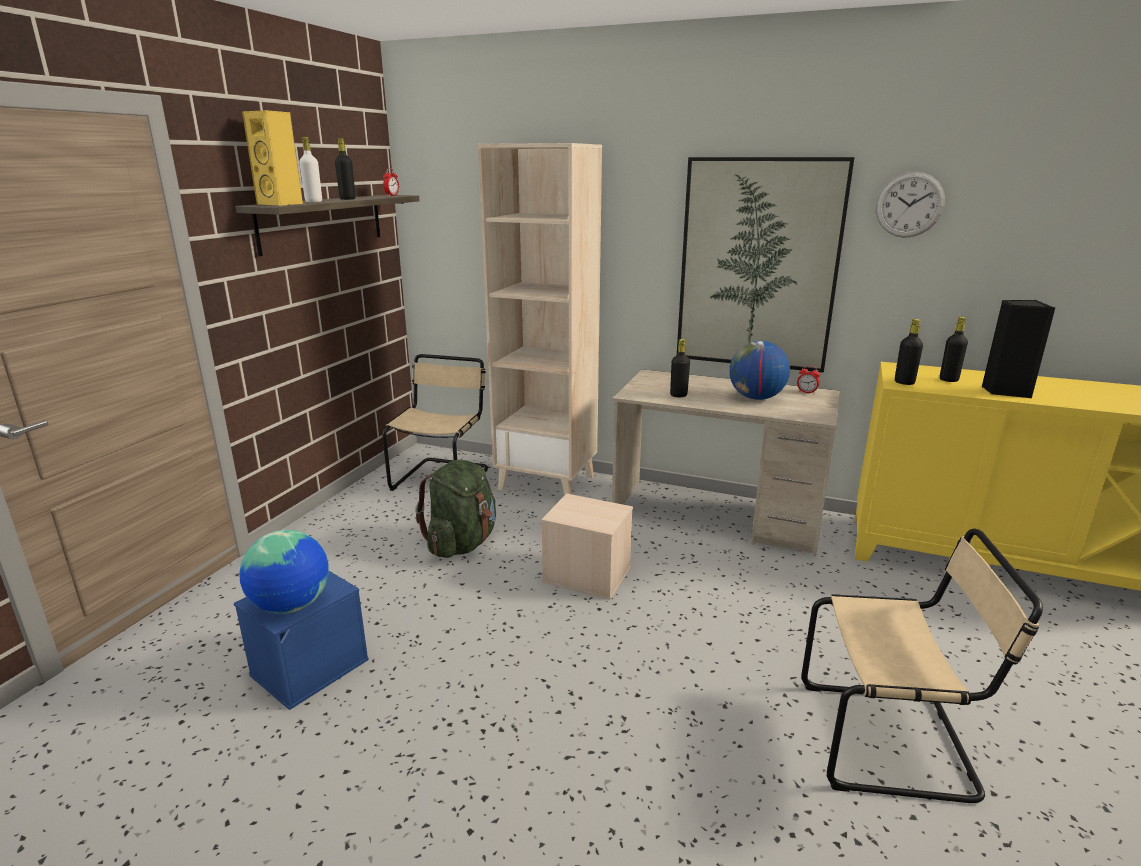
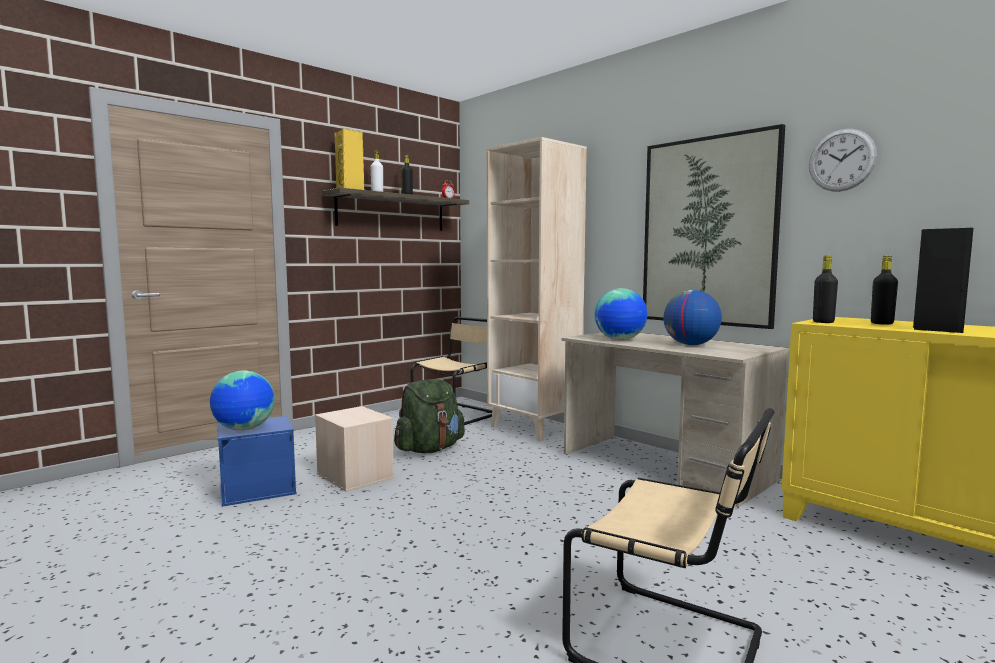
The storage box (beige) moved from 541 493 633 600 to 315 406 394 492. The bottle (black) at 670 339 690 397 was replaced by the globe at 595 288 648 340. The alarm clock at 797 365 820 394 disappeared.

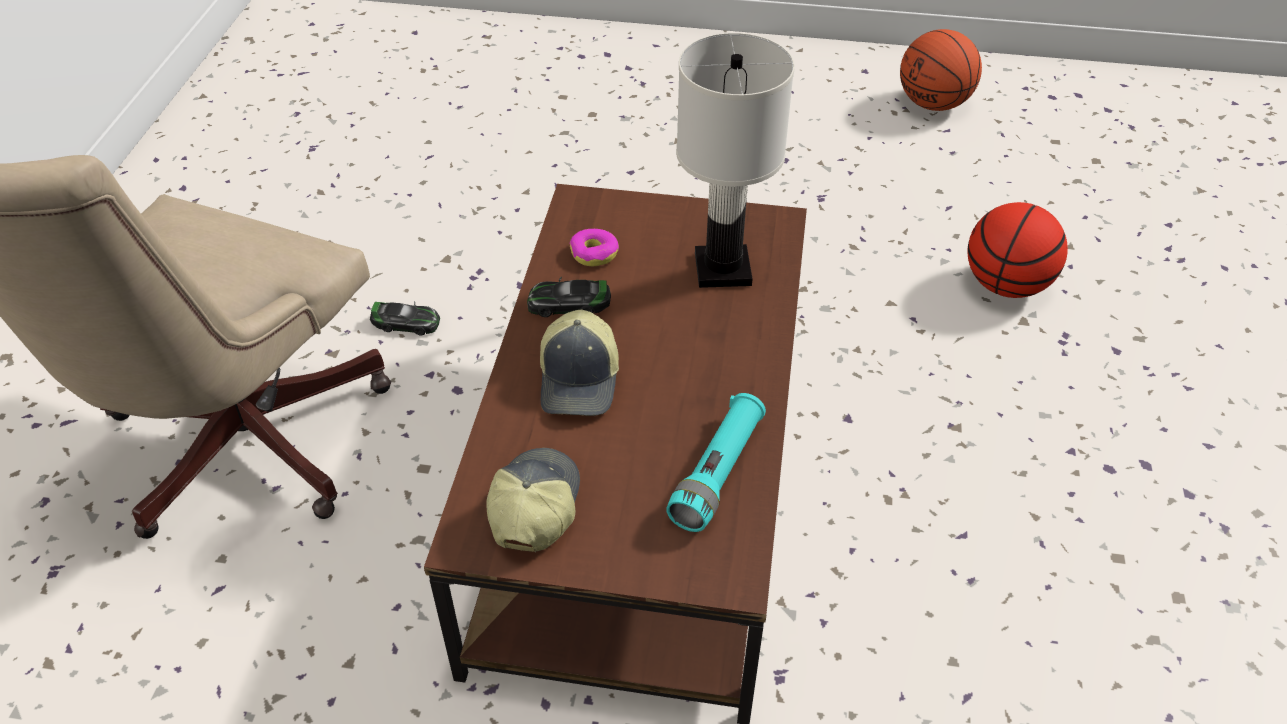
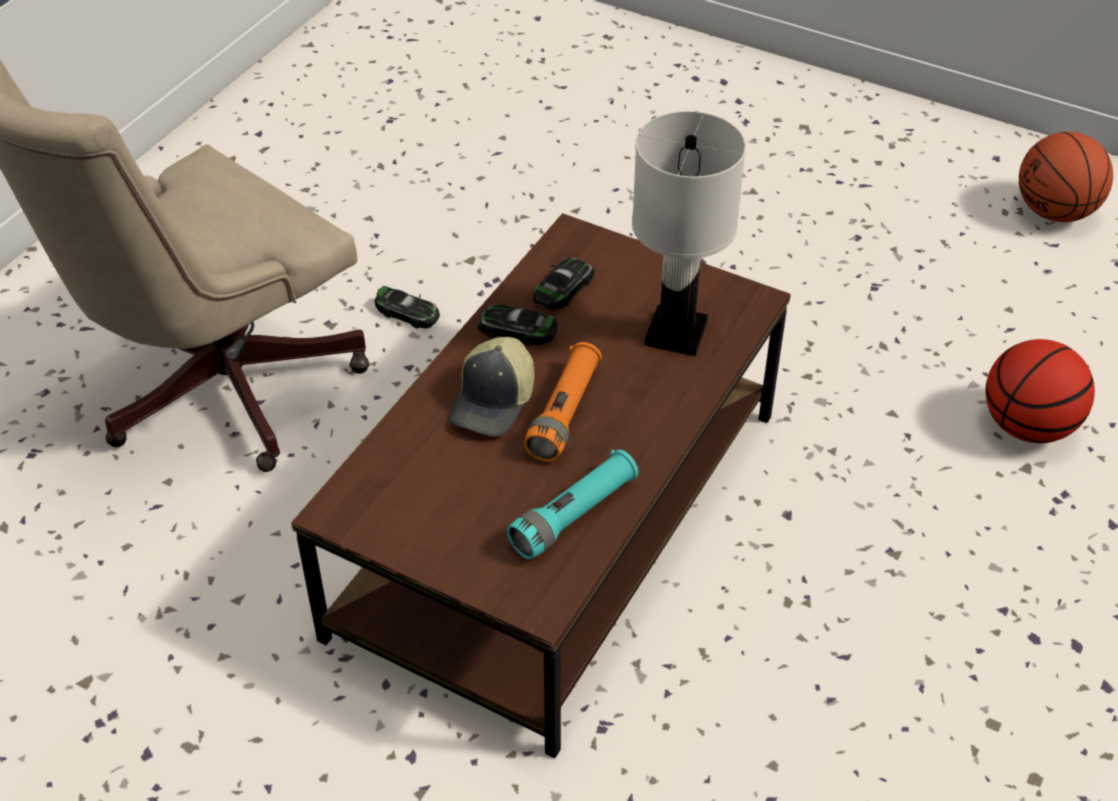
The cap at 487 448 580 552 disappeared. The donut at 570 229 619 266 was replaced by the toy car at 533 258 595 310. The flashlight (orange) at 524 342 602 462 appeared.

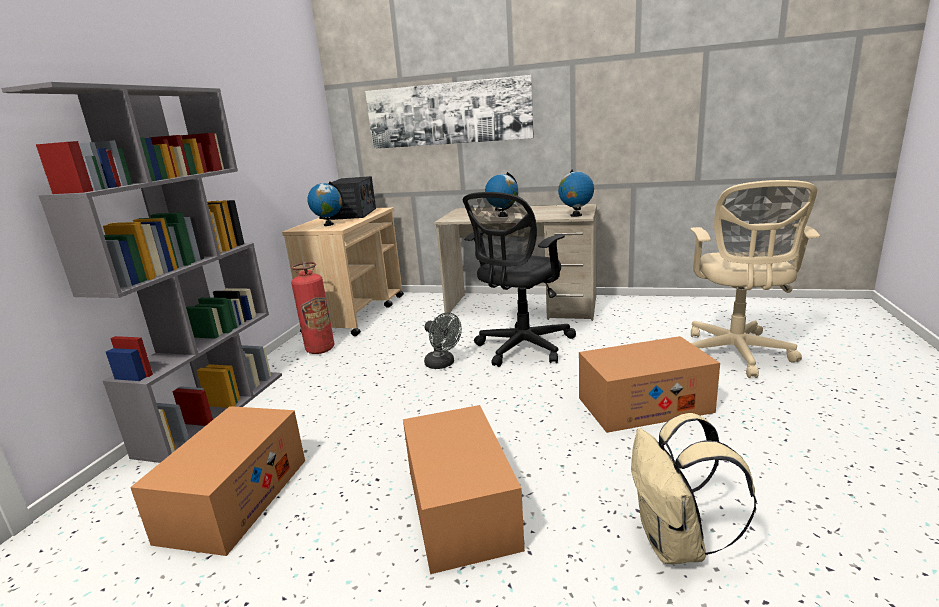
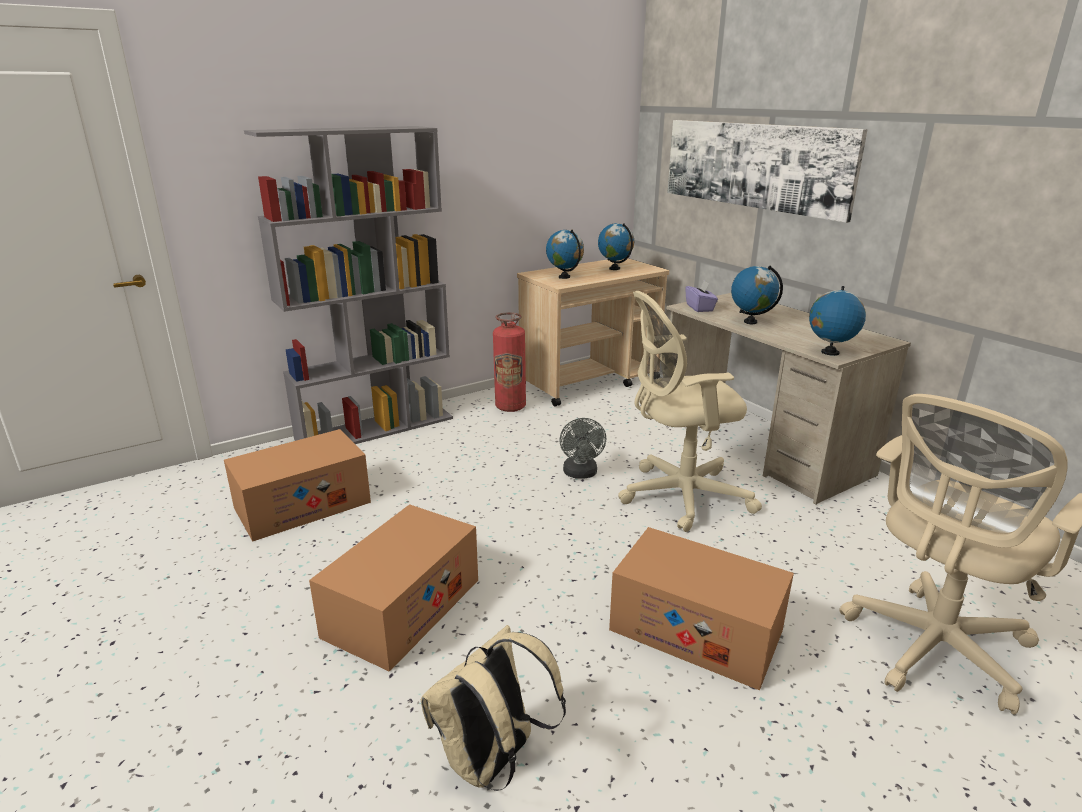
The radio at 328 176 376 220 was replaced by the globe at 598 223 634 270. The office chair (black) at 463 192 576 367 became the office chair (beige) at 618 291 762 532. The tissue box (purple) at 685 281 718 312 appeared.

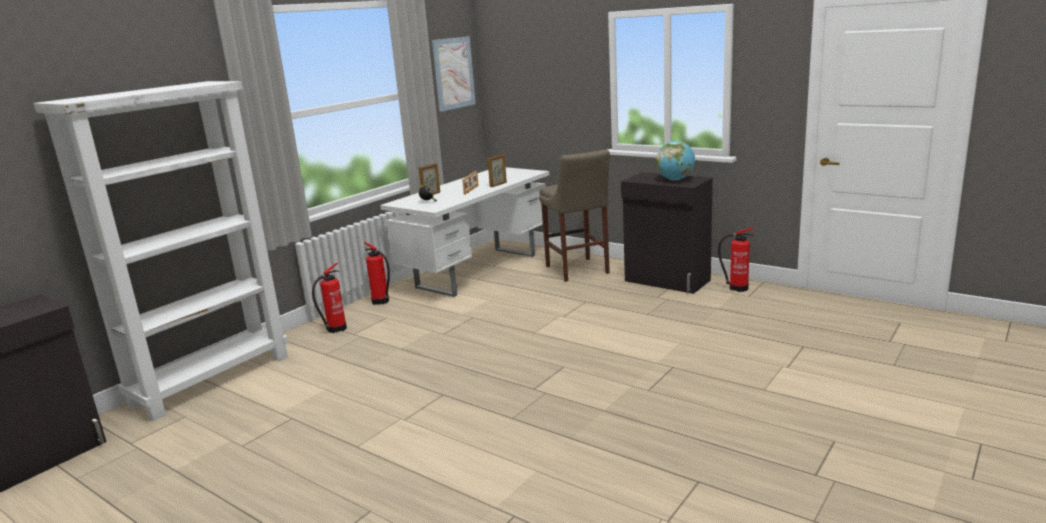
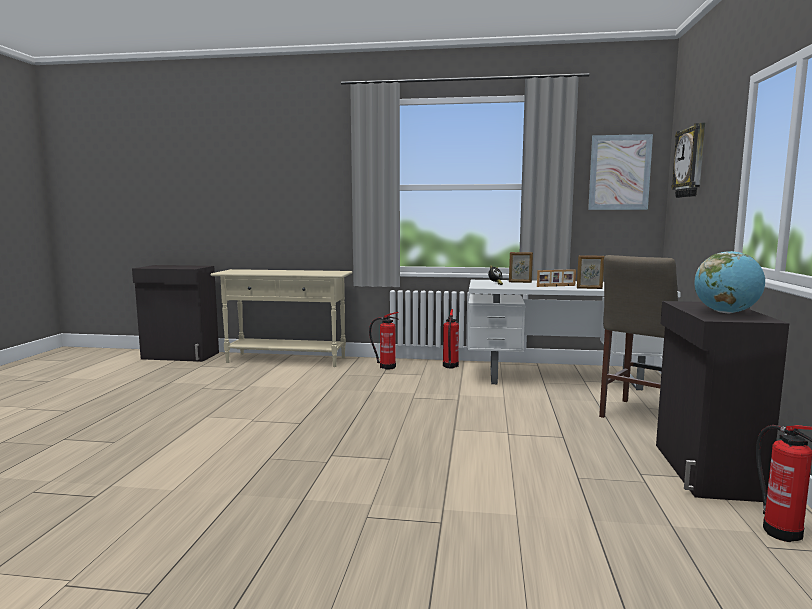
The bookcase (white) at 33 81 289 421 was replaced by the console table (beige) at 210 269 353 367. The wall clock at 671 123 705 198 appeared.

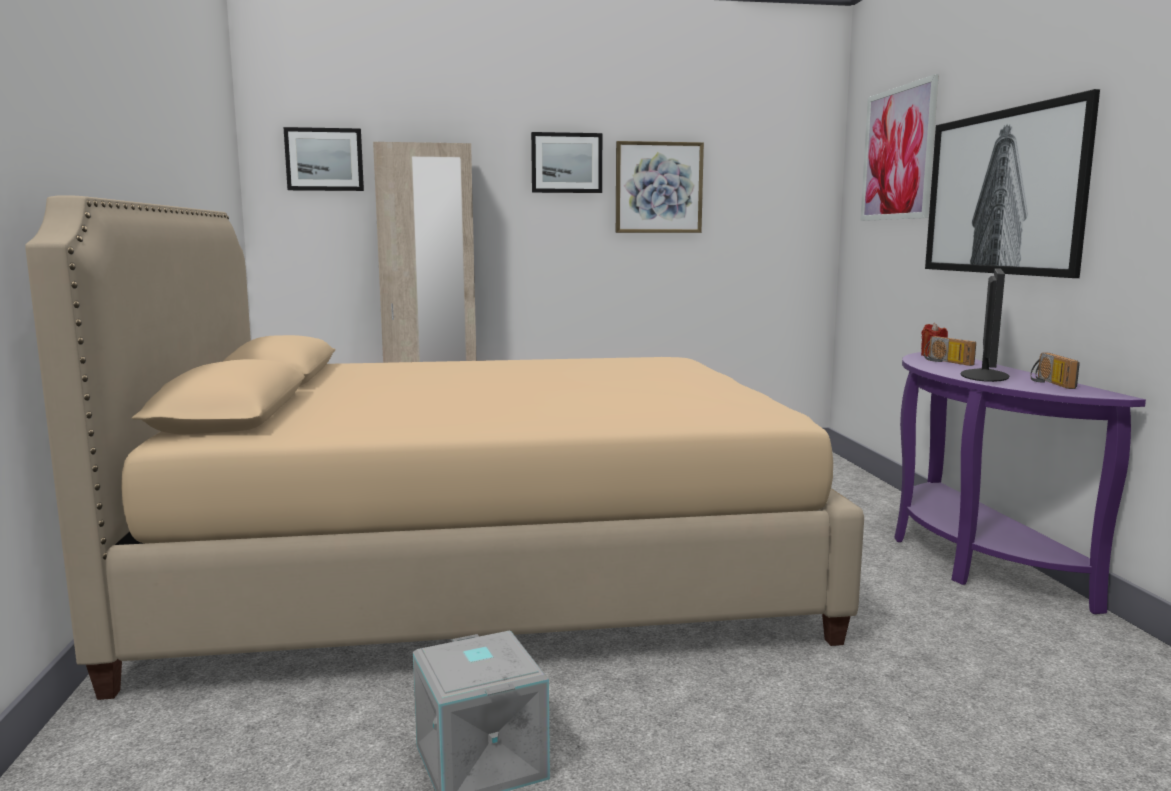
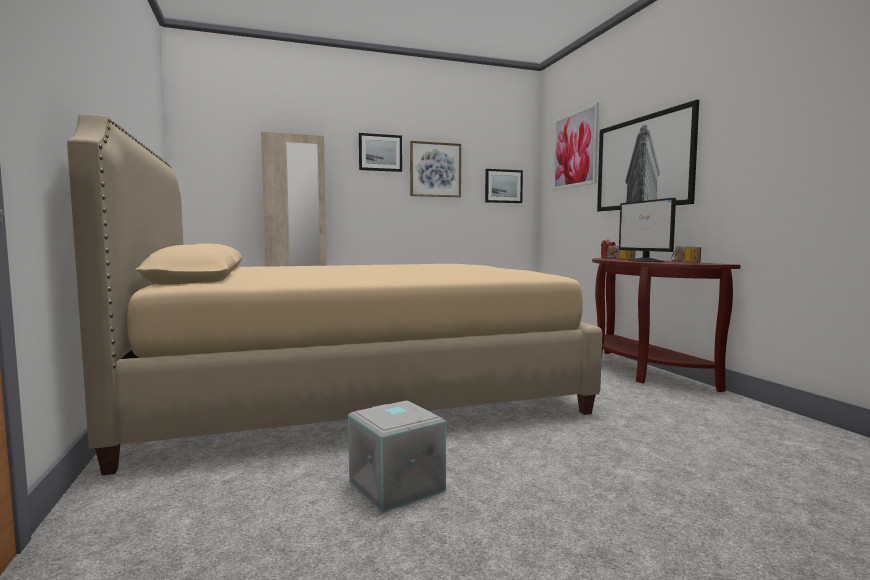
The picture moved from 283 127 364 191 to 485 169 523 203. The console table (purple) at 894 352 1146 614 became the console table (brown) at 592 258 740 392. The monitor at 961 269 1009 382 turned 150 degrees clockwise.

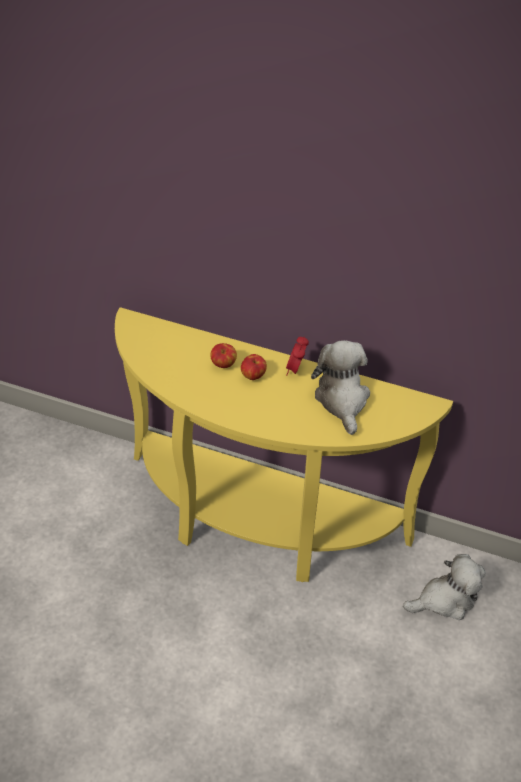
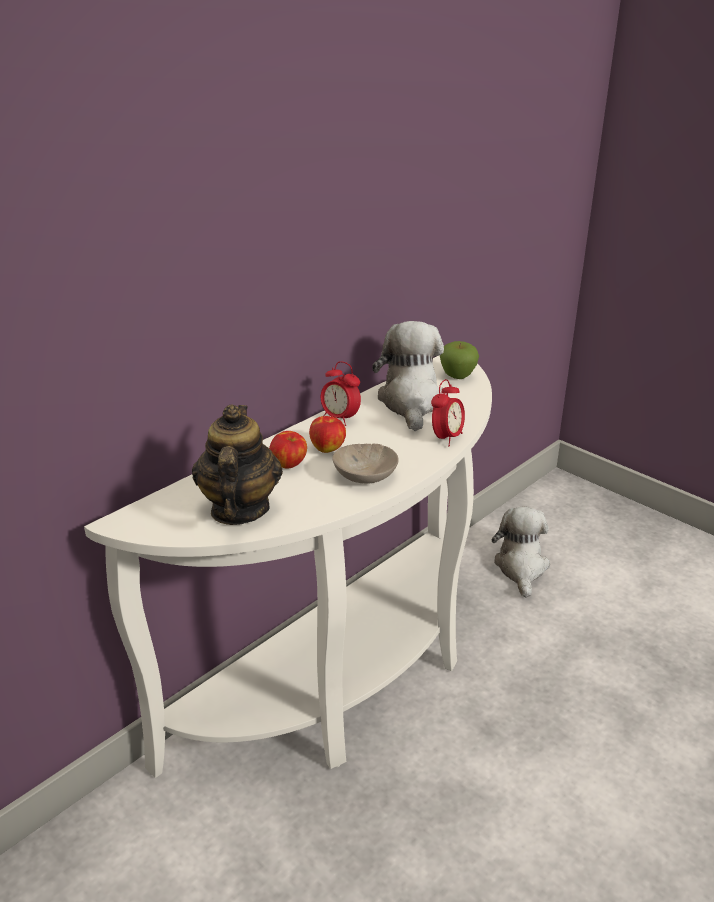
The console table (yellow) at 115 307 453 582 became the console table (white) at 84 355 492 778. The plush toy at 311 340 370 435 turned 75 degrees clockwise. The teapot at 192 404 283 525 appeared. The bowl (beige) at 332 443 399 484 appeared. The alarm clock at 431 379 465 446 appeared. The apple at 440 341 479 379 appeared.

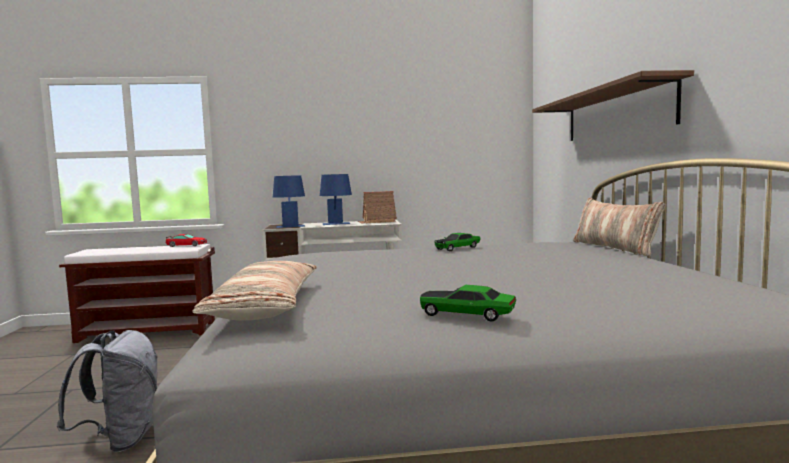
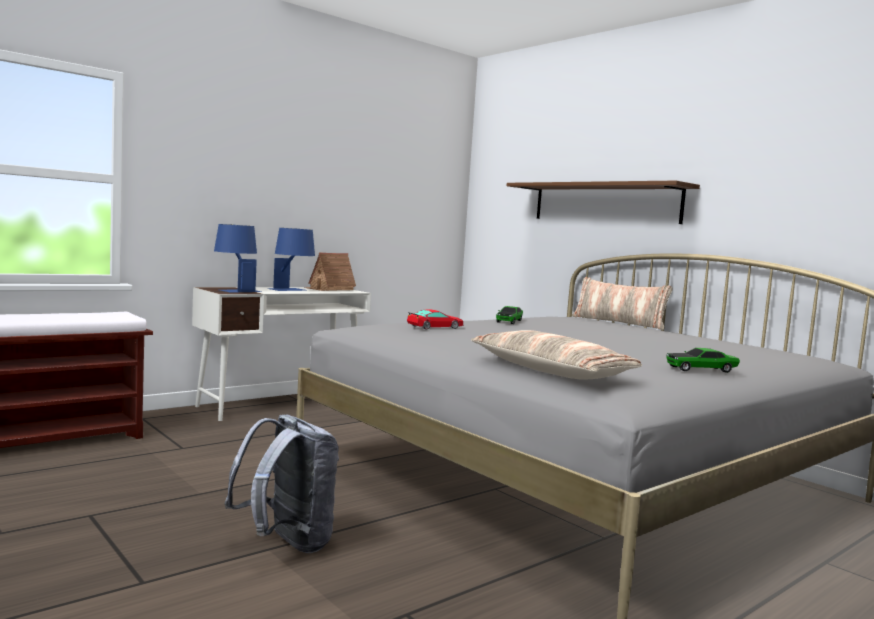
The toy car moved from 166 234 207 247 to 407 309 463 330.

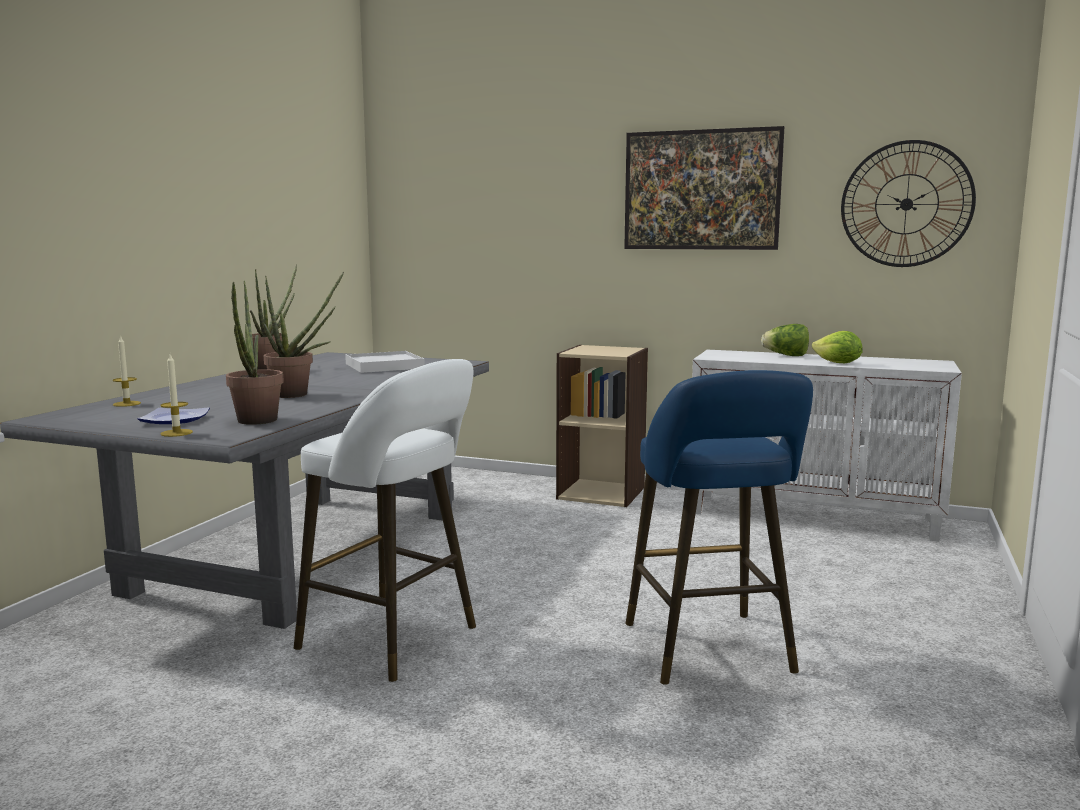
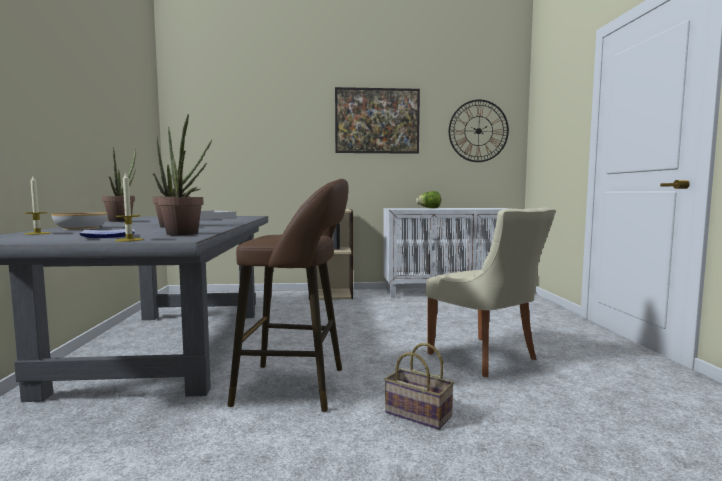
The stool (white) at 294 359 476 682 became the stool (brown) at 227 179 349 412. The stool (blue) at 625 370 813 685 was replaced by the chair (beige) at 426 208 556 377. The lettuce at 812 331 862 363 disappeared. The bowl at 52 212 108 230 appeared. The basket at 384 343 454 430 appeared.

